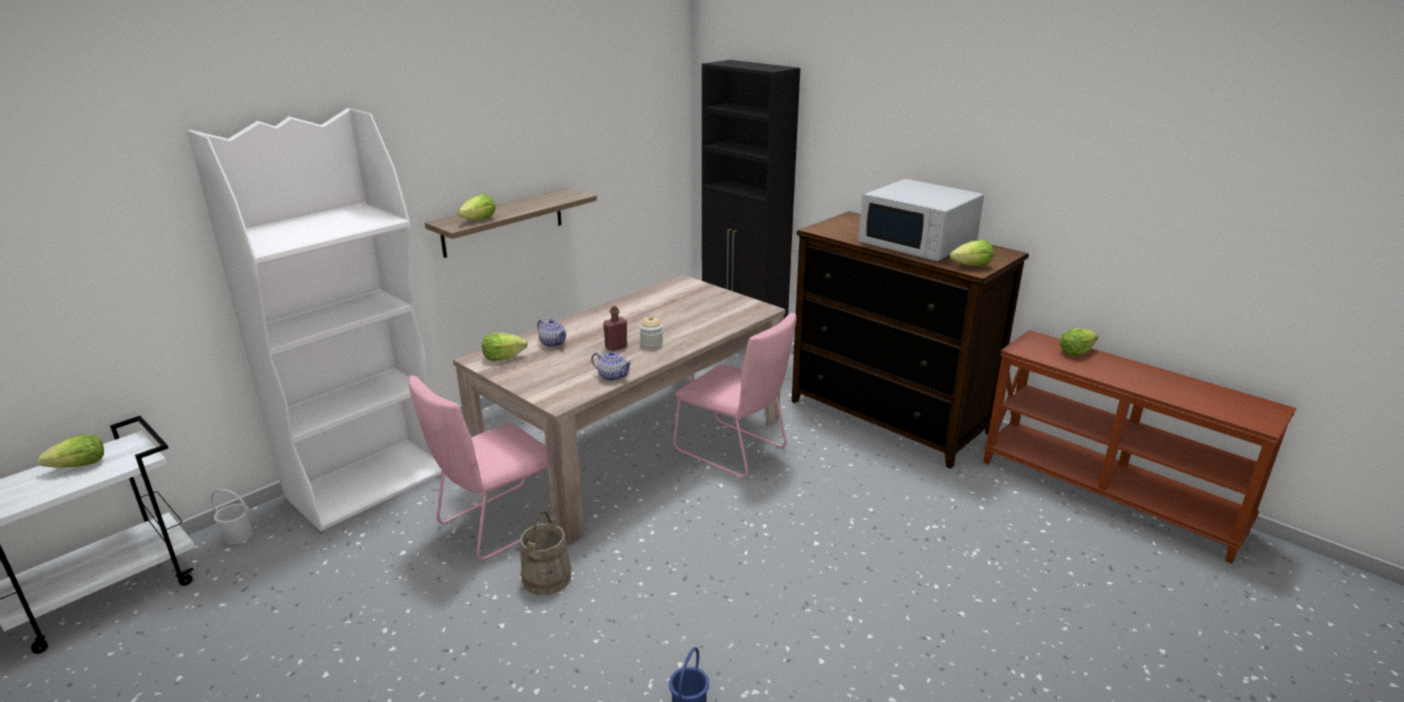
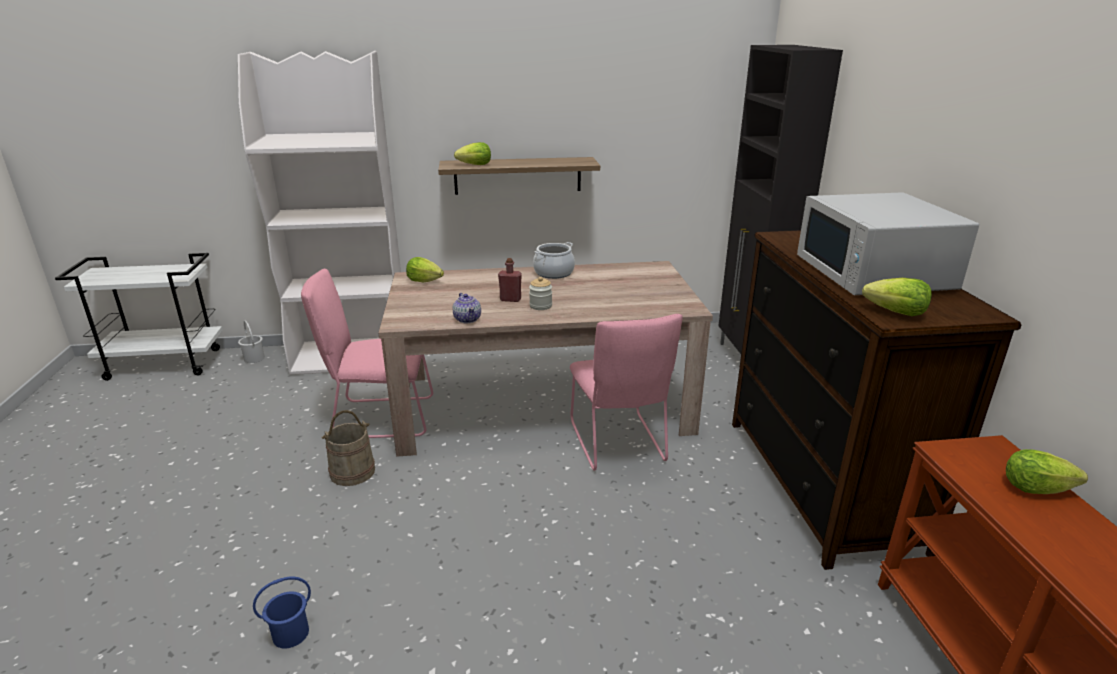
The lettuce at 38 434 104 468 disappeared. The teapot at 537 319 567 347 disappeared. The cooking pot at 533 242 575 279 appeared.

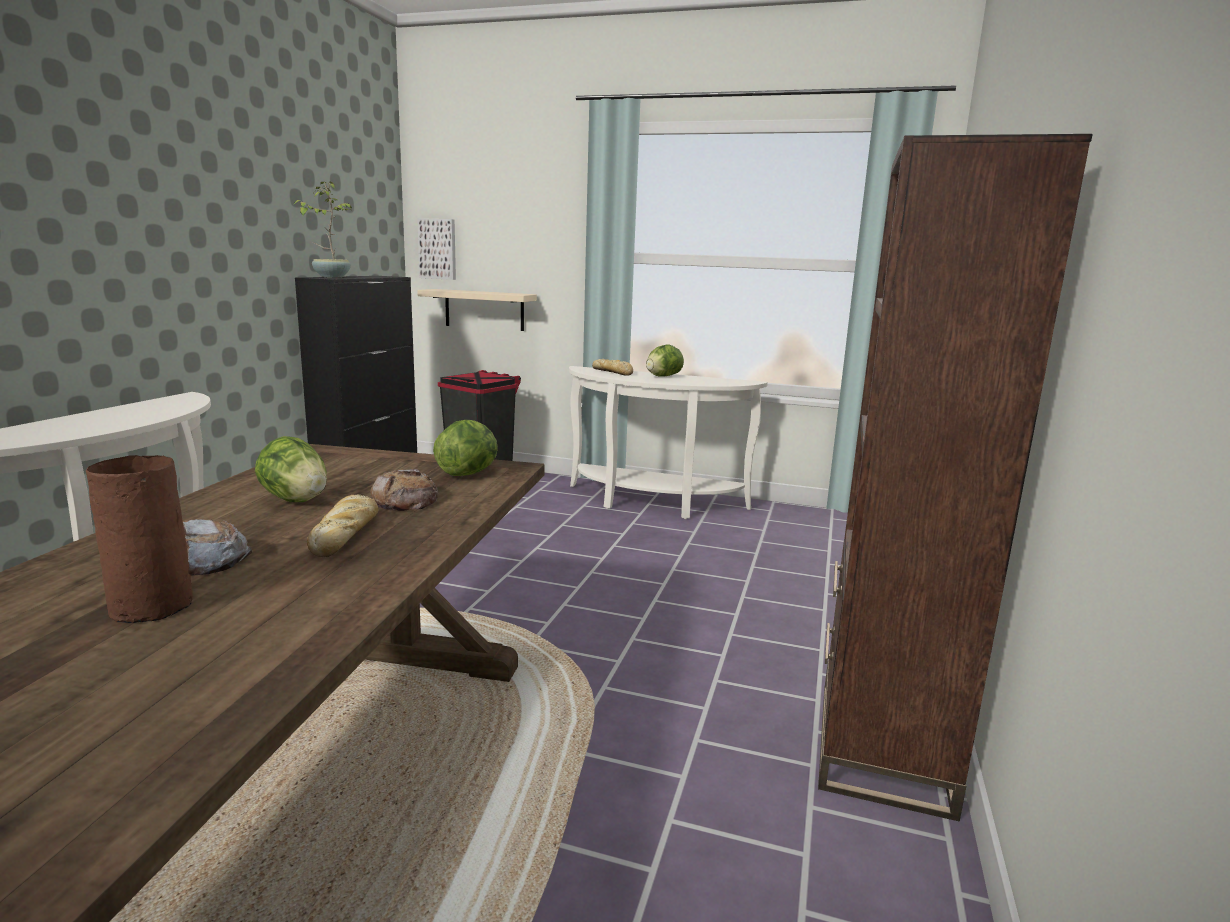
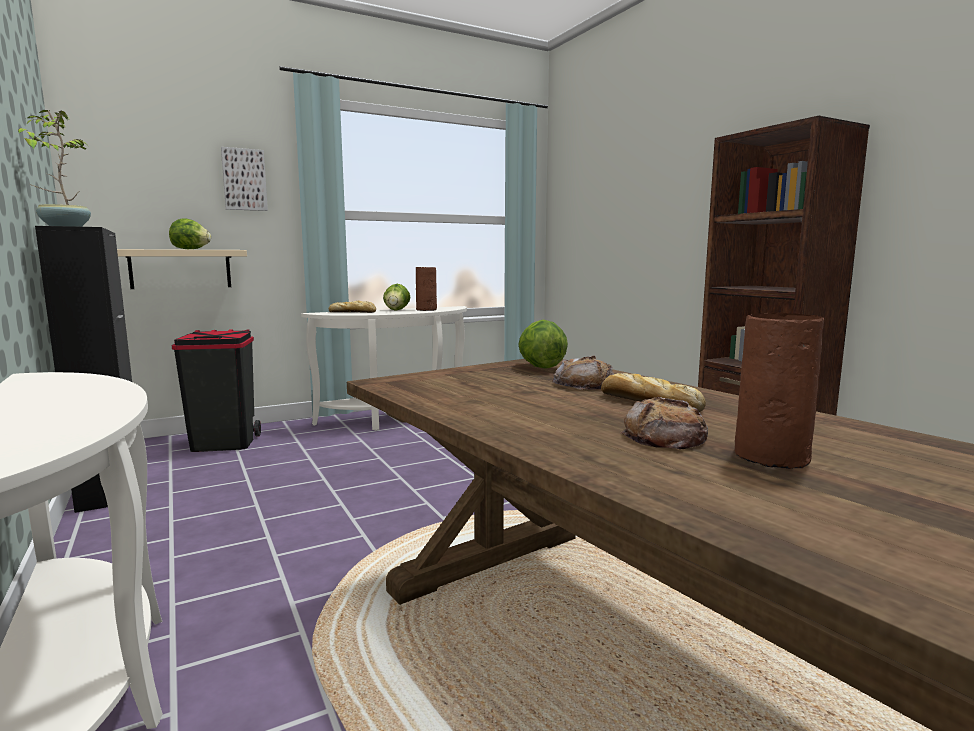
The lettuce moved from 255 436 327 502 to 169 218 211 249. The picture moved from 417 218 456 280 to 221 147 268 211. The vase (brown) at 416 267 437 311 appeared.

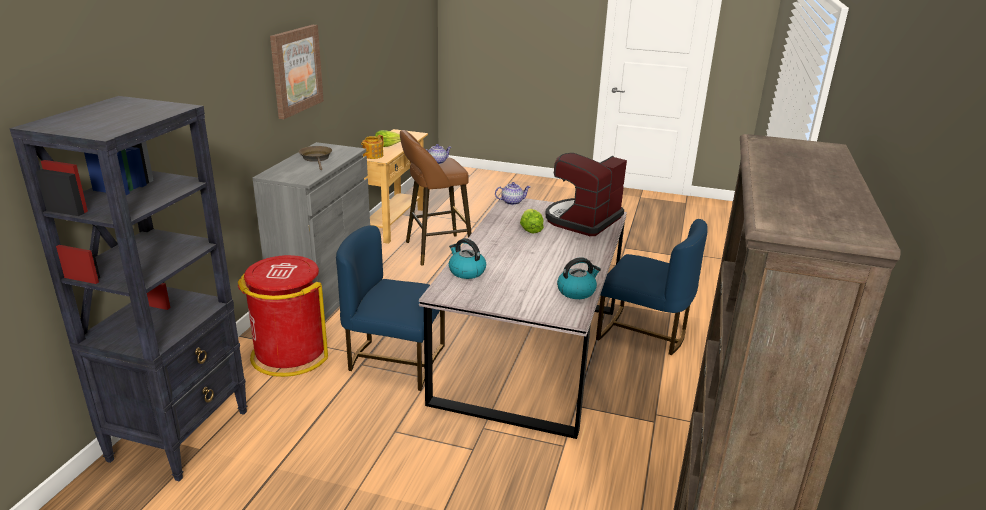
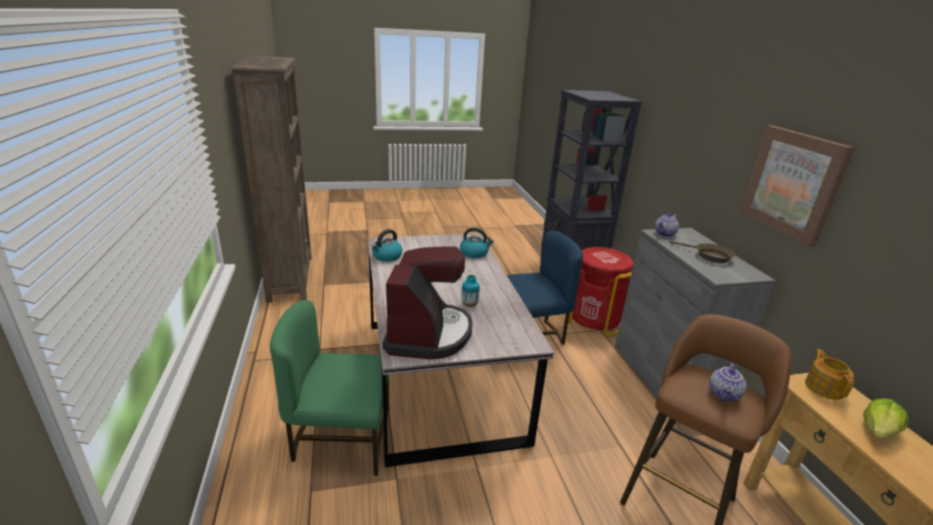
The teapot moved from 495 182 530 205 to 655 214 679 237. The lettuce at 520 209 544 233 was replaced by the vase at 461 275 480 307. The chair (blue) at 596 219 708 355 became the chair (green) at 270 300 389 476.

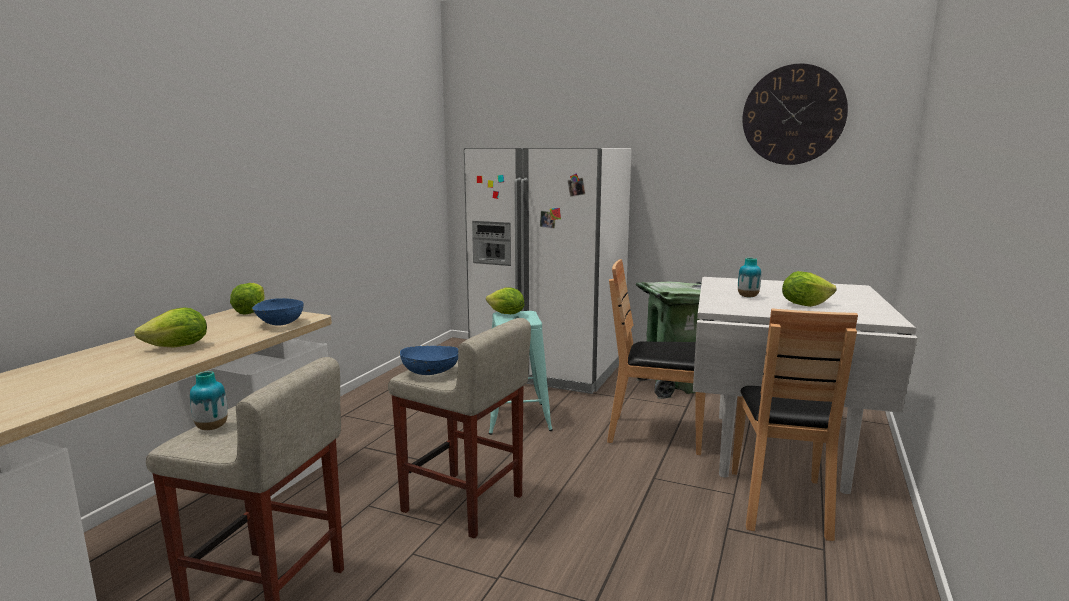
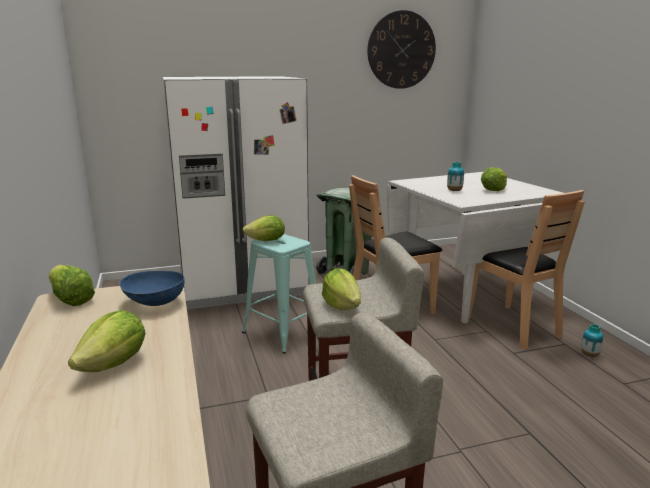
The vase moved from 190 371 228 430 to 581 324 603 357. The bowl (blue) at 400 346 458 375 was replaced by the lettuce at 322 269 361 310.

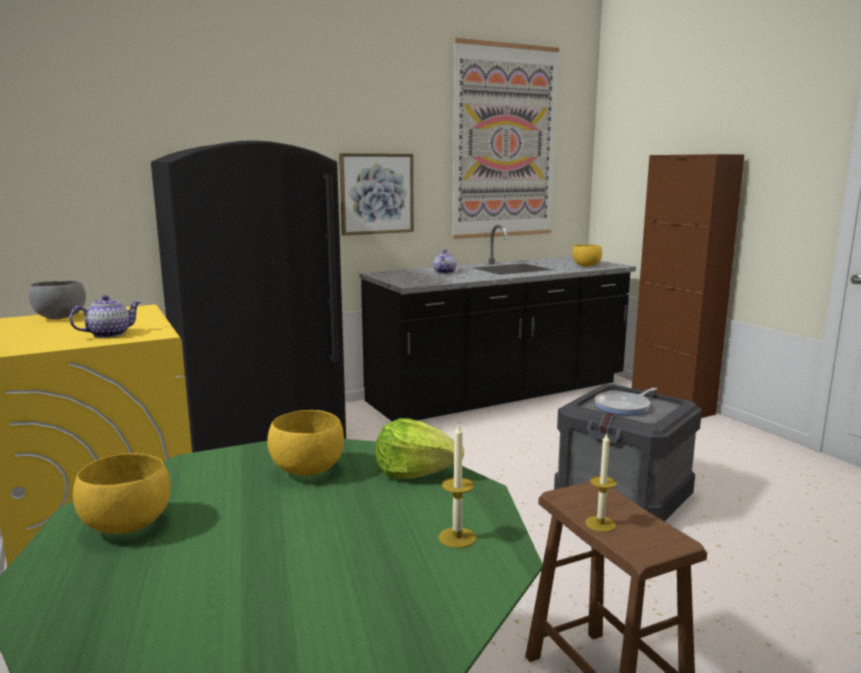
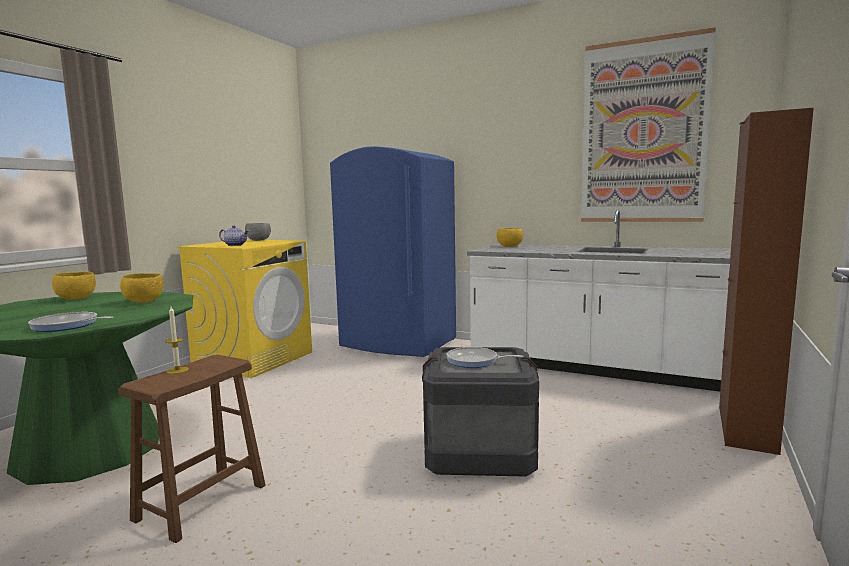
The fridge (black) at 151 140 346 453 became the fridge (blue) at 330 146 456 357. The picture at 339 153 414 235 disappeared. The counter (black) at 360 225 636 421 became the counter (white) at 467 209 731 392. The lettuce at 375 418 464 479 disappeared. The teapot at 433 250 456 274 disappeared. The candle at 438 422 476 548 was replaced by the frying pan at 28 312 114 332. The bowl (yellow) moved from 572 244 603 267 to 497 228 523 247.

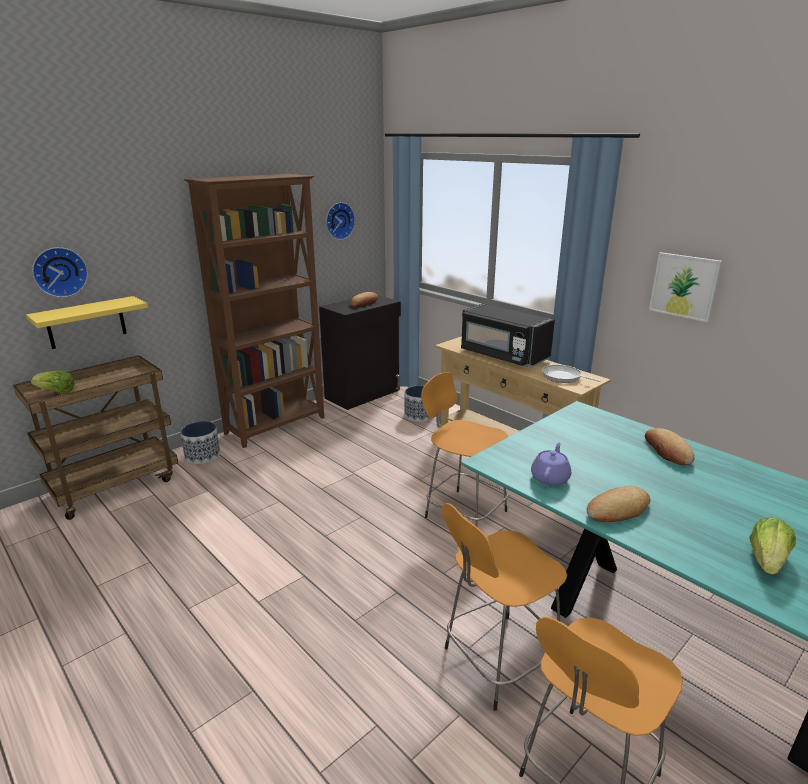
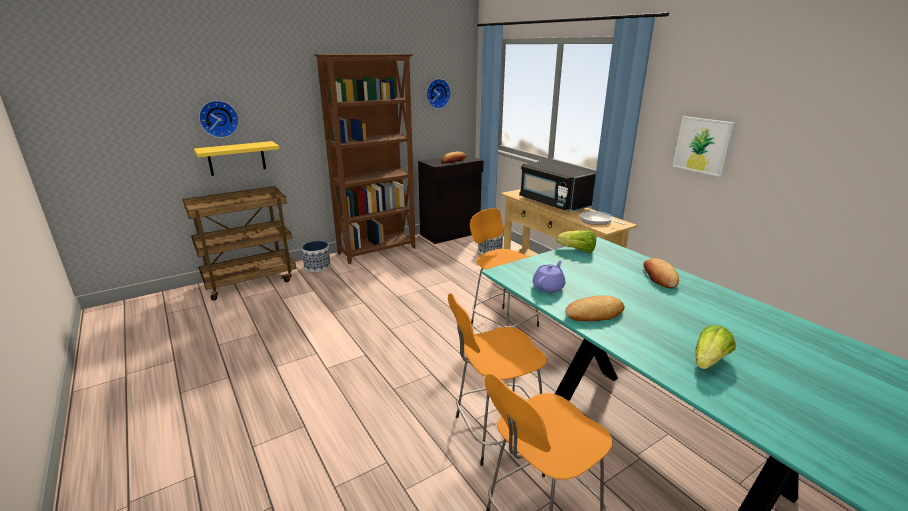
The lettuce moved from 31 370 75 394 to 557 230 596 253.

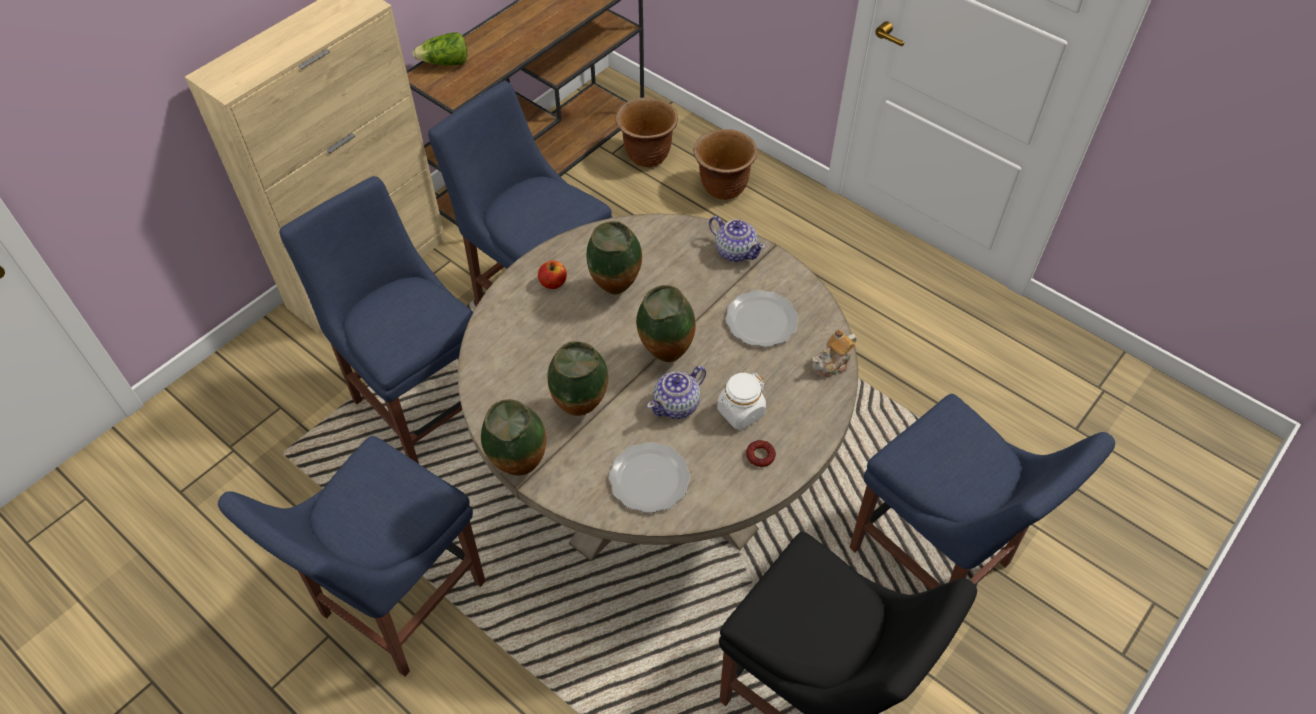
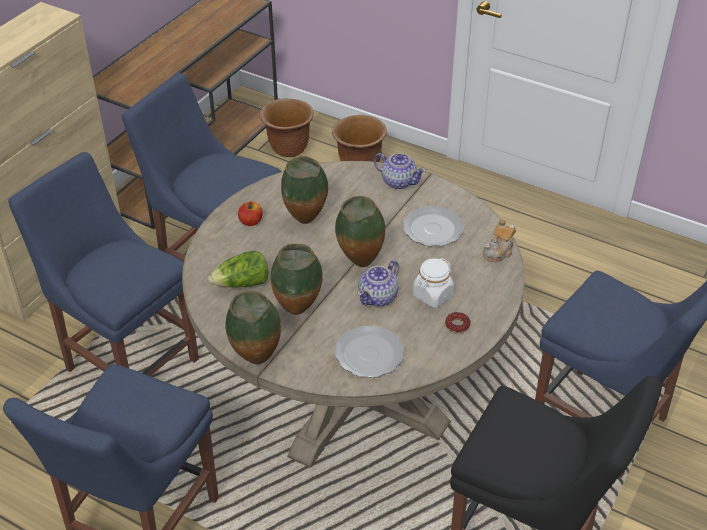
The lettuce moved from 412 33 467 66 to 208 251 268 288.

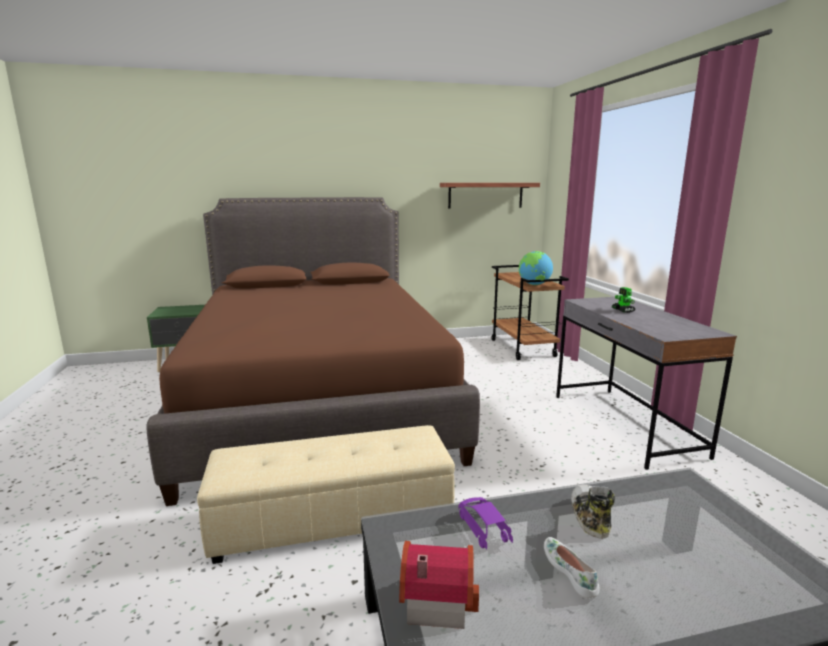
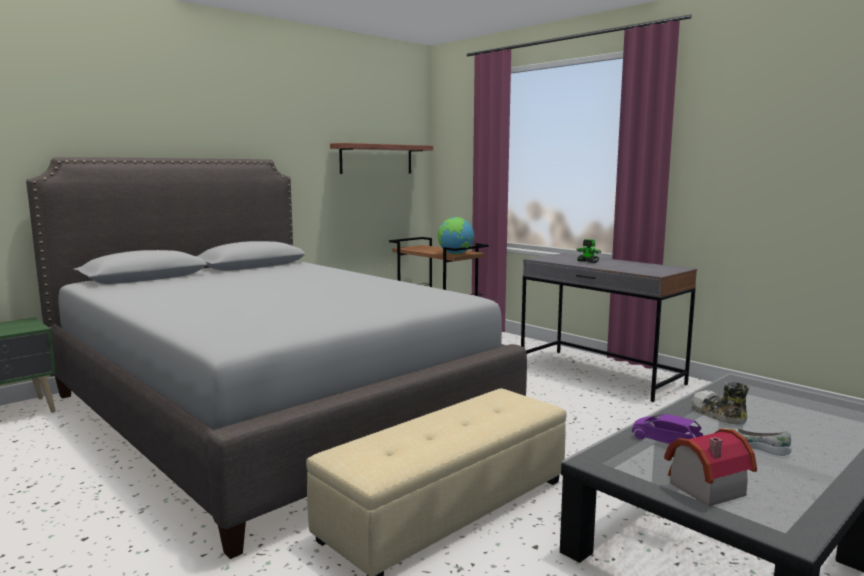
The bed (brown) at 146 197 480 506 became the bed (grey) at 26 157 527 559.

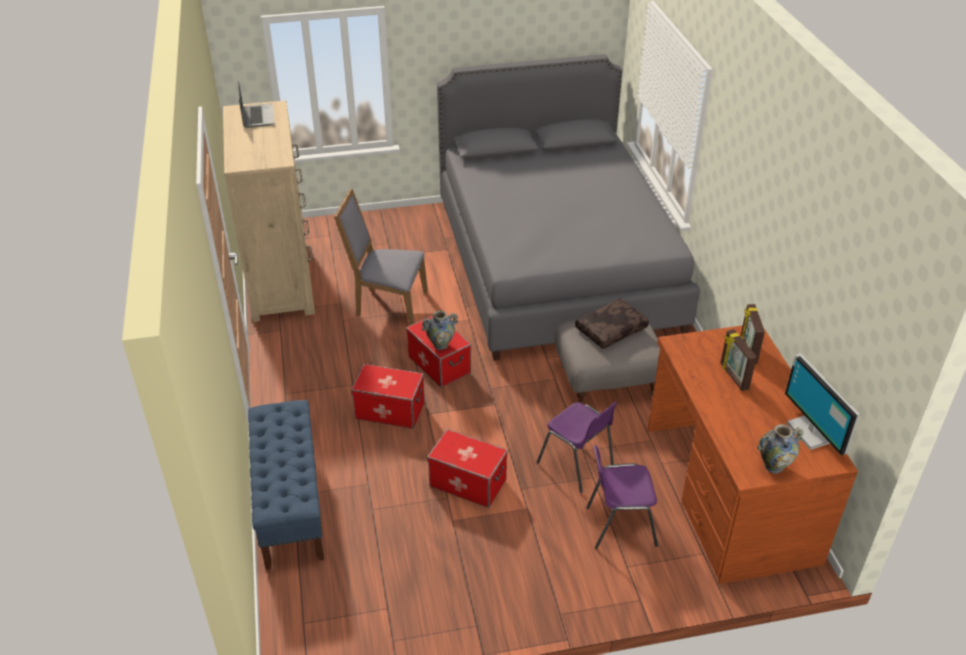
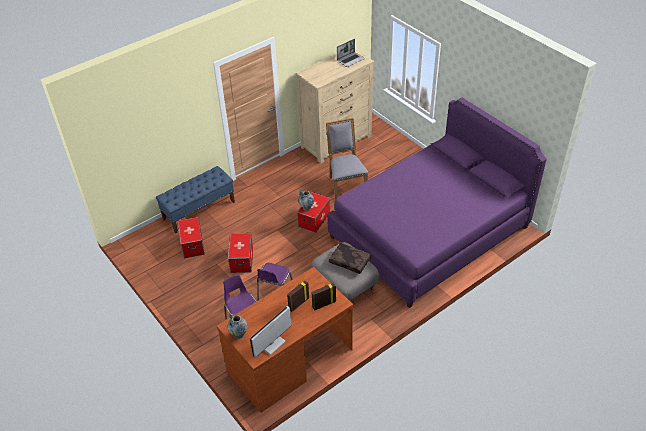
The storage box moved from 351 364 425 429 to 177 217 205 258. The bed (grey) at 437 54 700 360 became the bed (purple) at 327 98 547 308.

